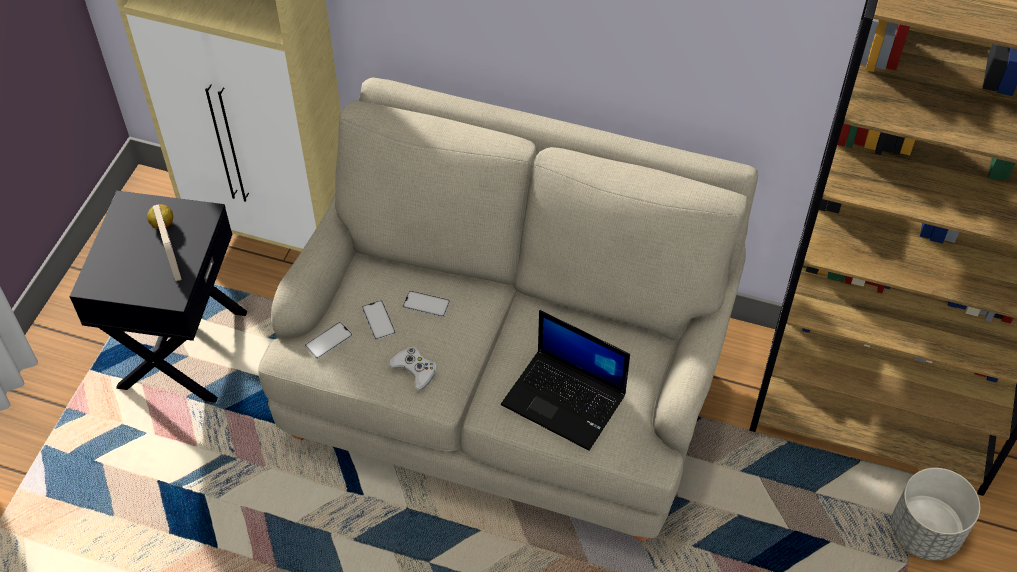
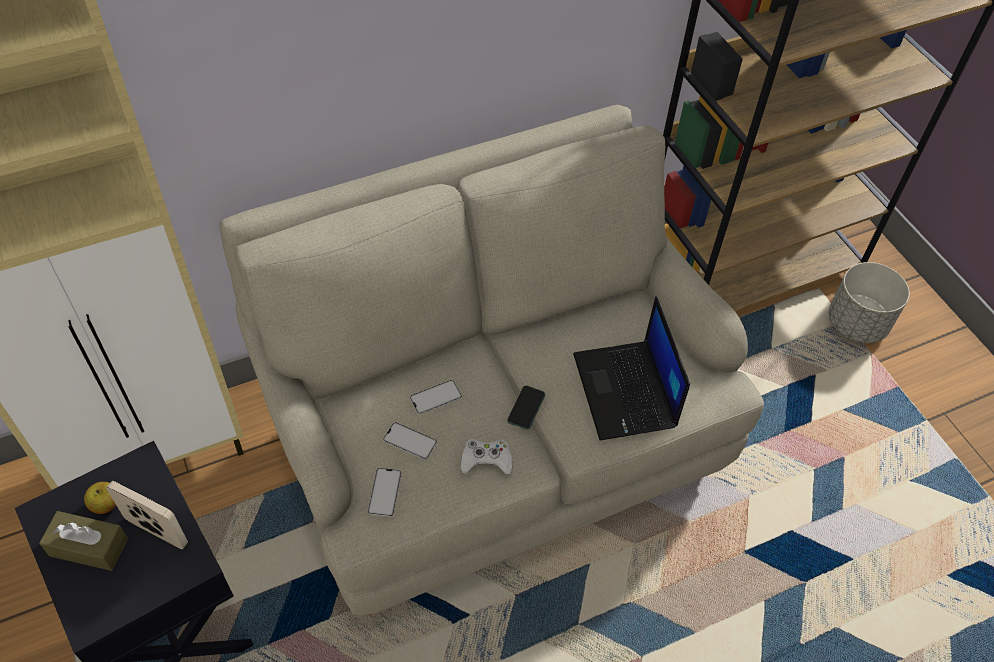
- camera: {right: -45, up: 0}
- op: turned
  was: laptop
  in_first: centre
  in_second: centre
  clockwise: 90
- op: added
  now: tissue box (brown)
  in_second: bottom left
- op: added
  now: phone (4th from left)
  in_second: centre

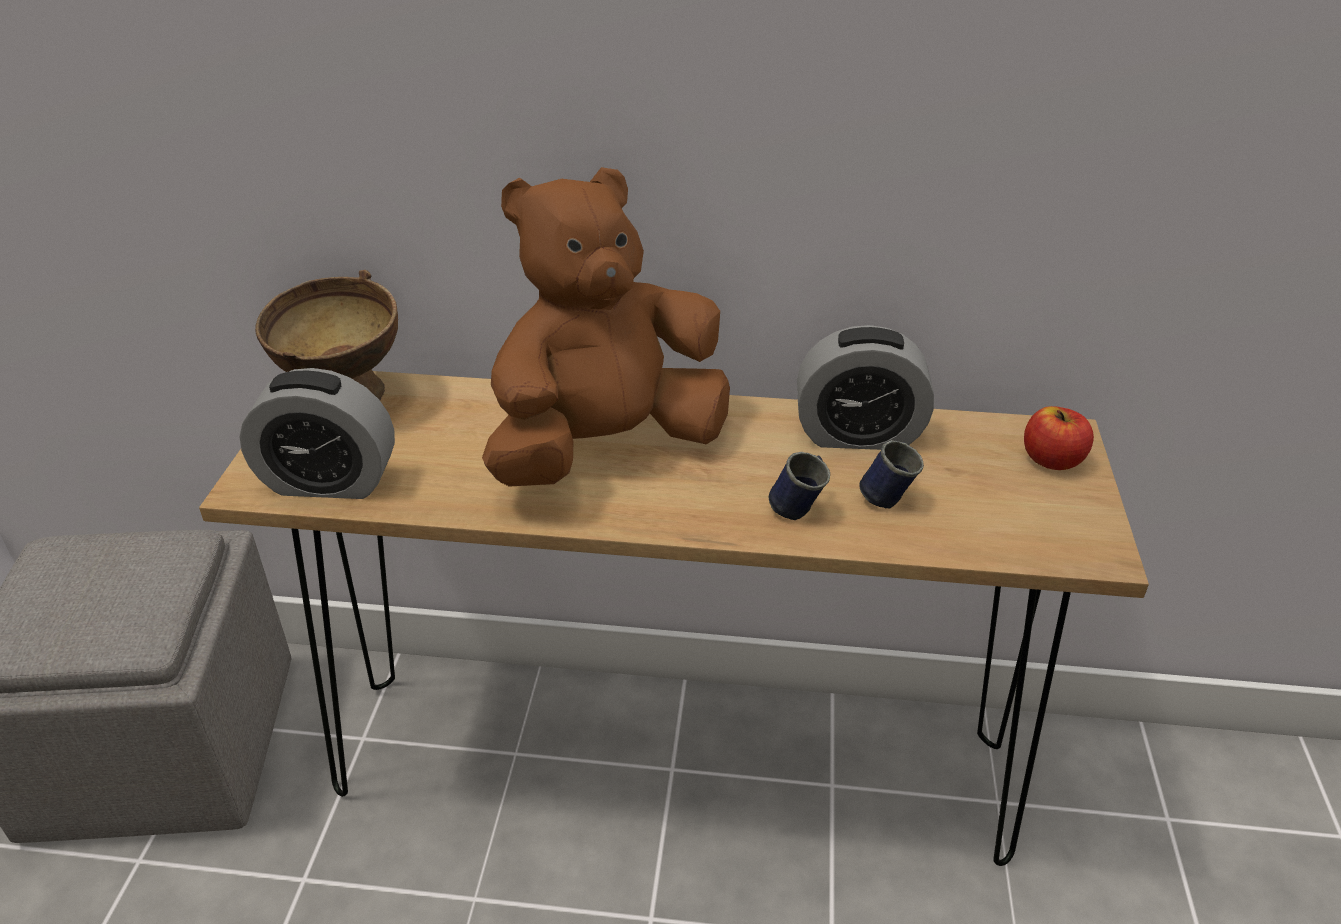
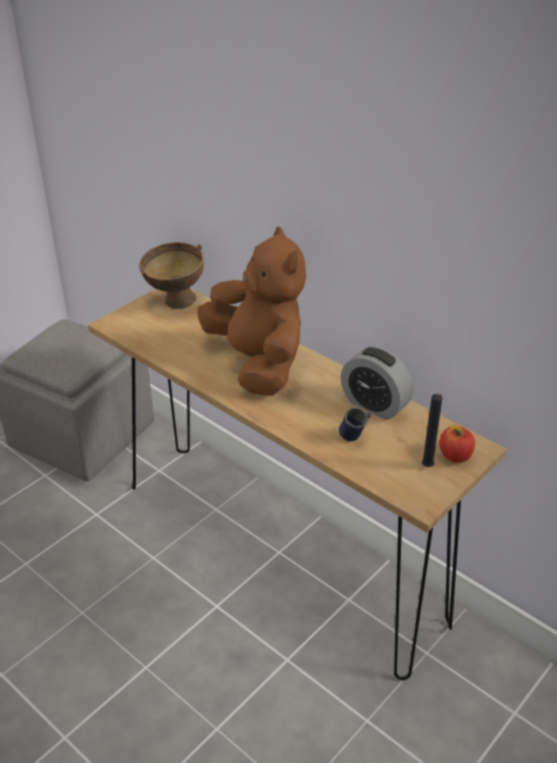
- camera: {right: 35, up: 0}
- op: removed
  was: alarm clock (1st from left)
  in_first: middle left
- op: turned
  was: plush toy (brown)
  in_first: centre
  in_second: centre
  clockwise: 60
- op: removed
  was: mug (blue) (1st from left)
  in_first: centre
- op: added
  now: candle (black)
  in_second: middle right

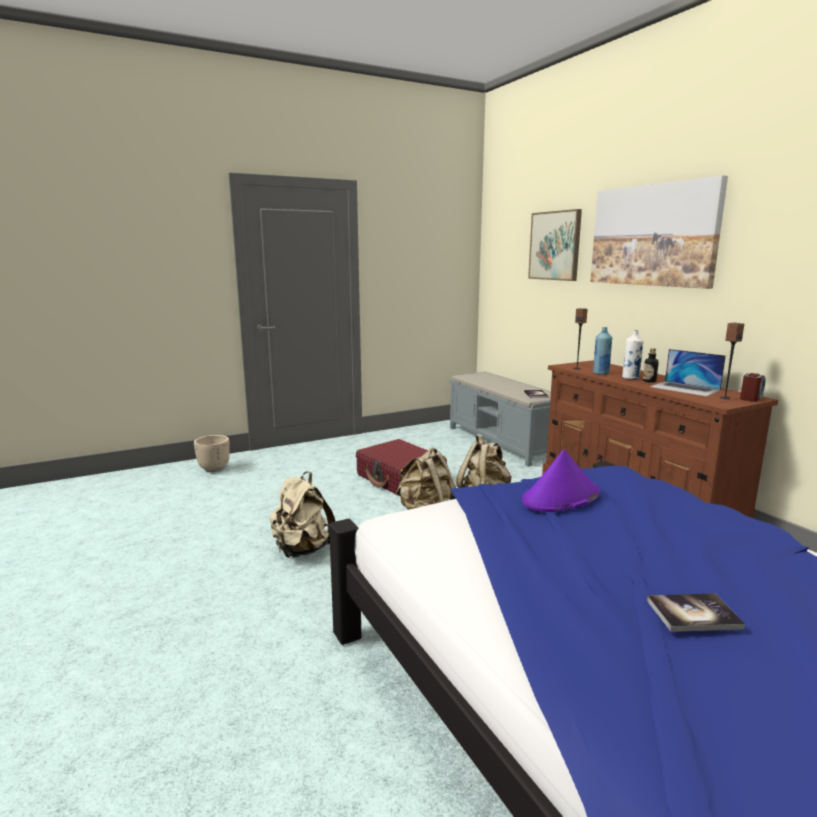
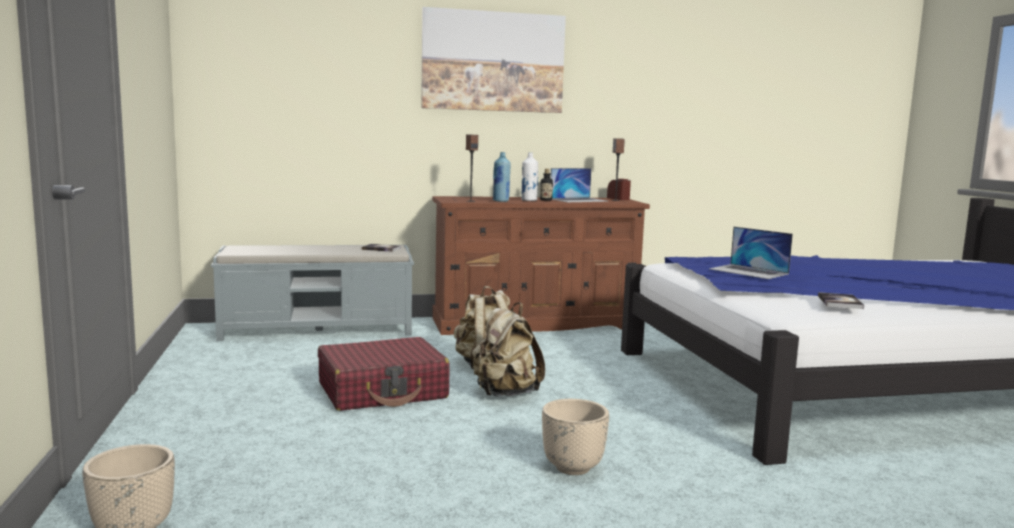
- camera: {right: -75, up: -5}
- op: replaced
  was: backpack (beige) (1st from left)
  now: planter (beige) (2nd from left)
  in_first: centre
  in_second: bottom centre
- op: replaced
  was: hat (purple)
  now: laptop (2nd from left)
  in_first: middle right
  in_second: middle right
- op: removed
  was: picture (1st from left)
  in_first: top right
- op: moved
  was: book (2nd from left)
  in_first: bottom right
  in_second: middle right

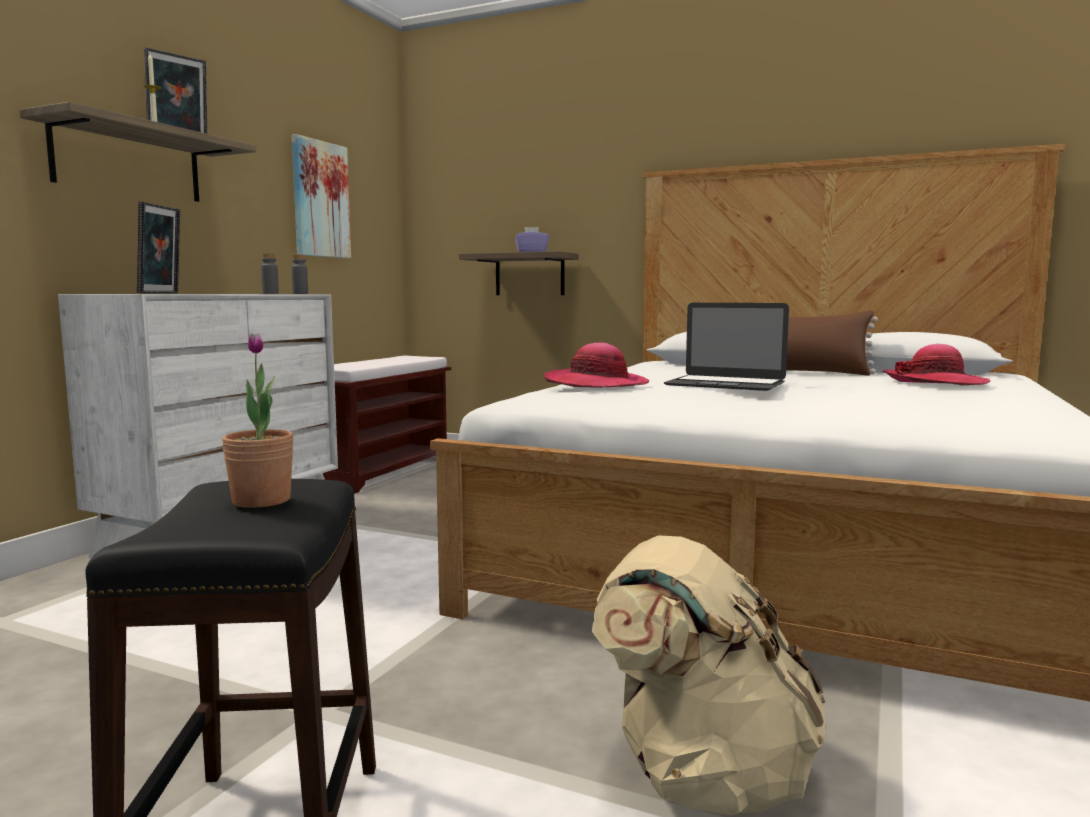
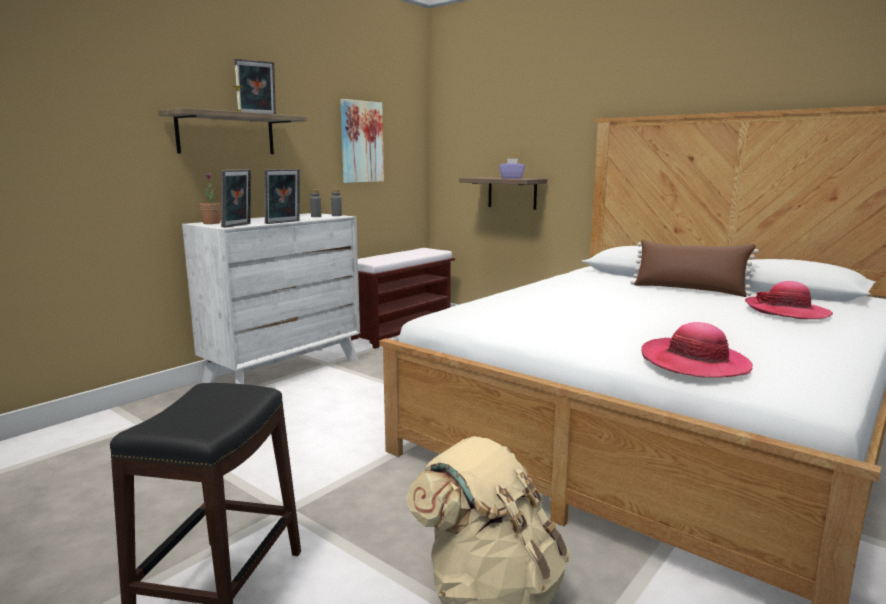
- camera: {right: 15, up: 5}
- op: moved
  was: potted plant
  in_first: middle left
  in_second: top left
- op: moved
  was: hat (1st from left)
  in_first: centre
  in_second: middle right
- op: removed
  was: laptop
  in_first: centre
- op: added
  now: picture frame (3rd from left)
  in_second: top left

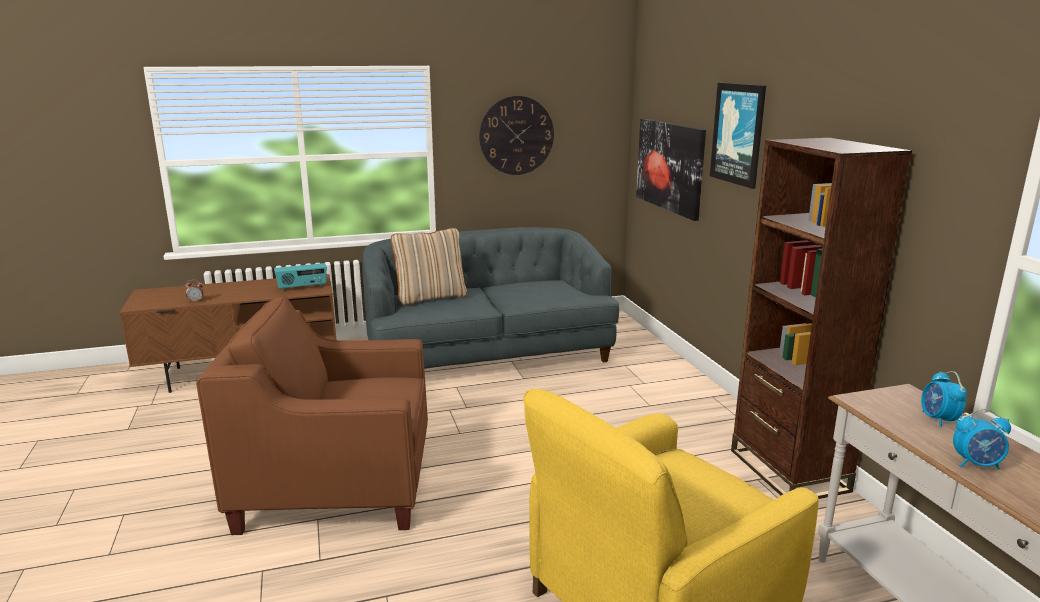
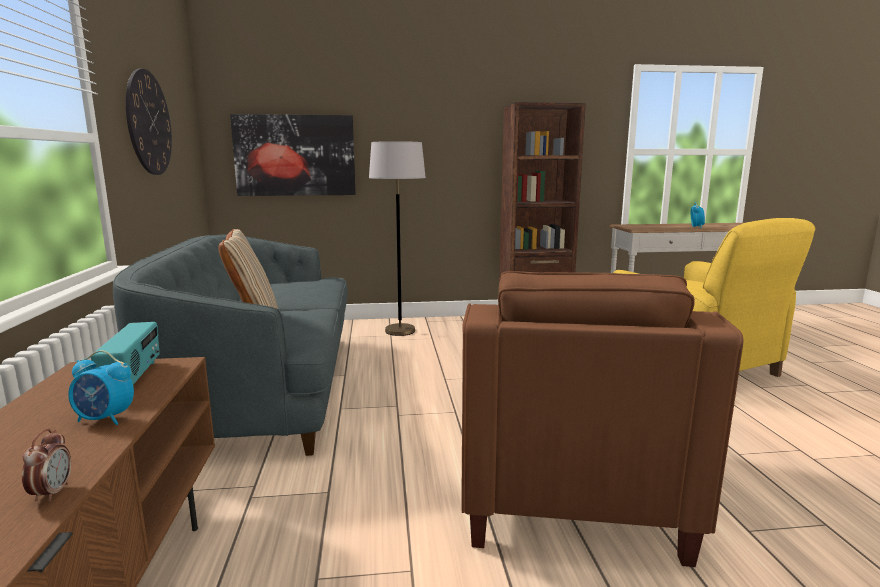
- camera: {right: -80, up: -5}
- op: removed
  was: picture (2nd from left)
  in_first: top right
- op: moved
  was: alarm clock (2nd from left)
  in_first: middle right
  in_second: middle left
- op: added
  now: floor lamp (grey)
  in_second: centre

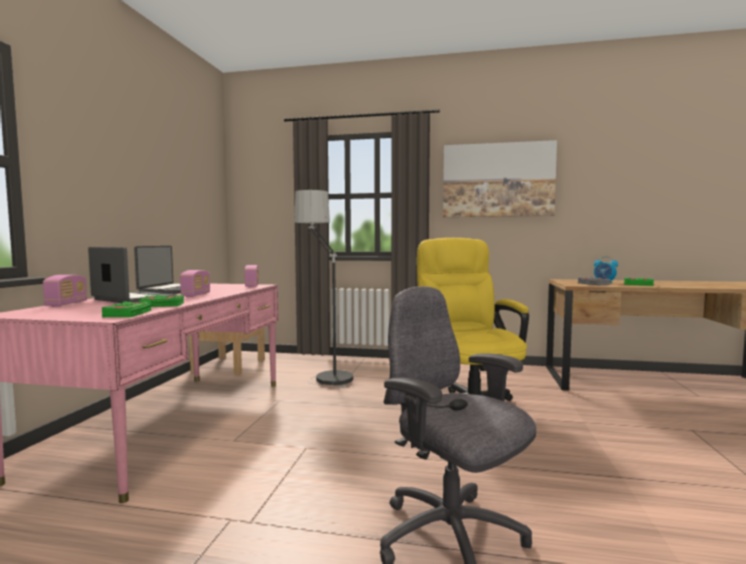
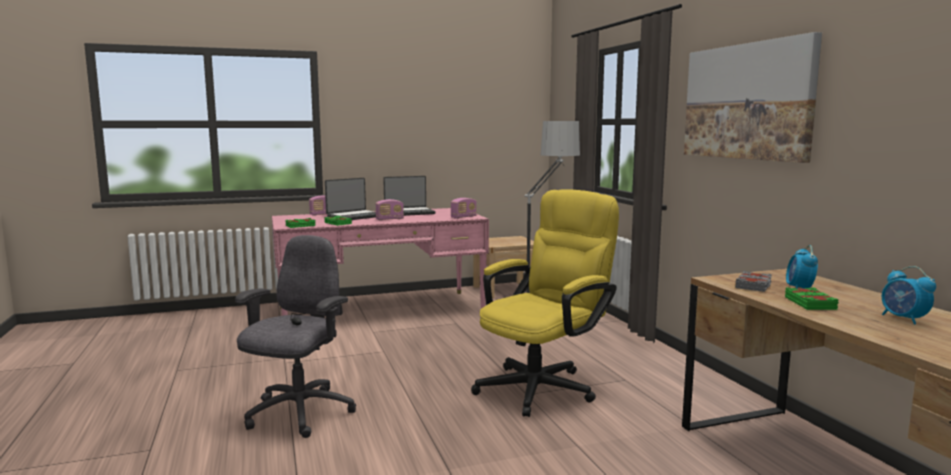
- camera: {right: 60, up: 5}
- op: turned
  was: laptop (1st from left)
  in_first: middle left
  in_second: centre
  clockwise: 45
- op: added
  now: alarm clock (2nd from left)
  in_second: middle right

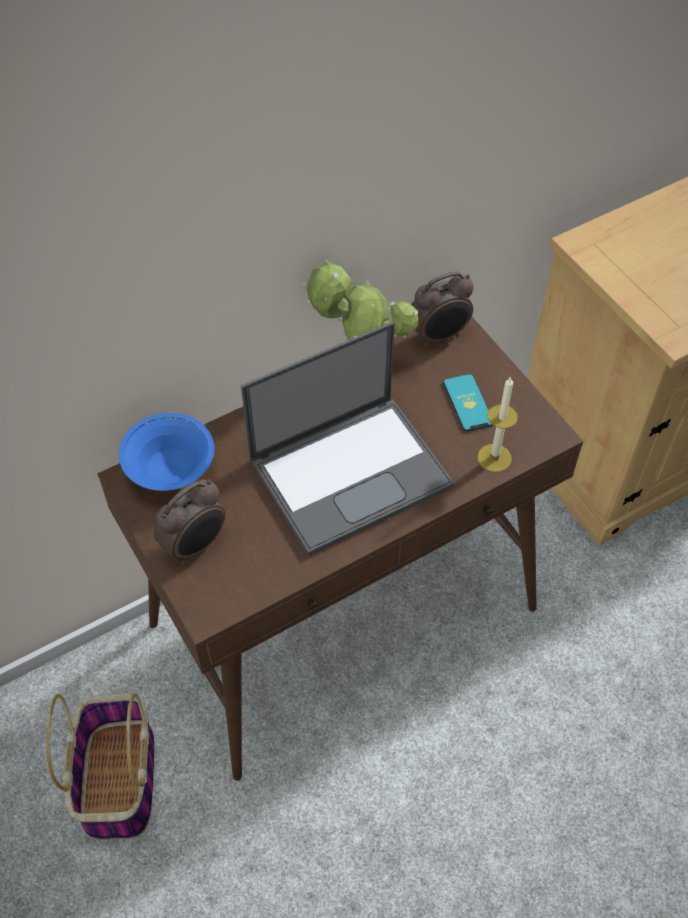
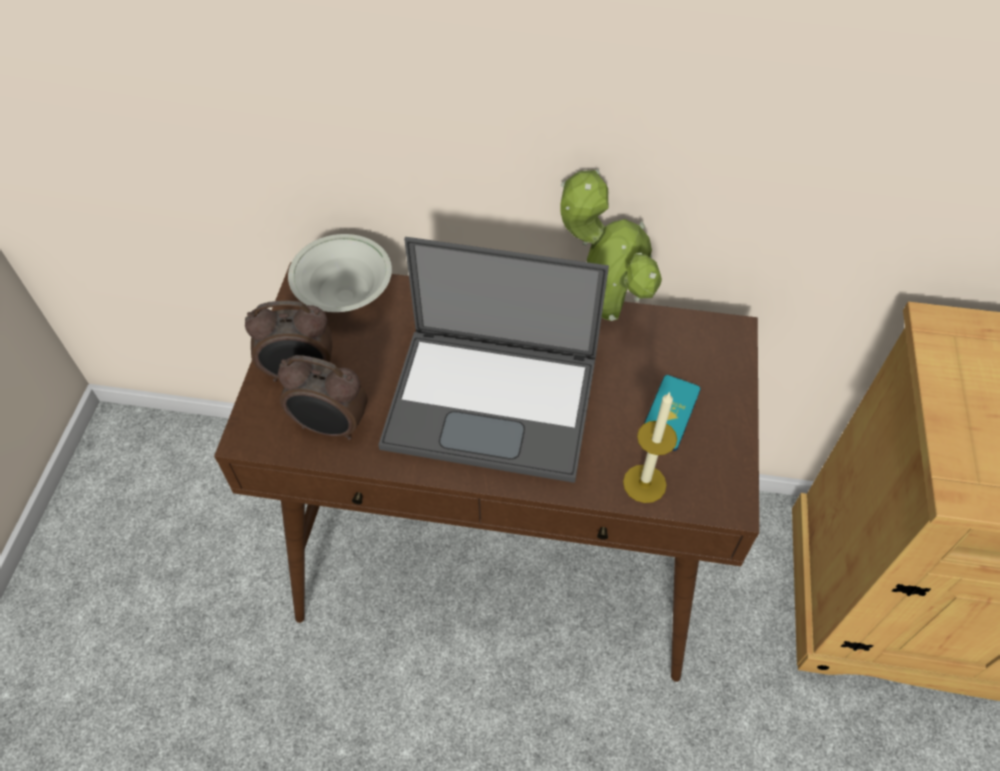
- camera: {right: 40, up: 0}
- op: removed
  was: basket
  in_first: bottom left
- op: recoloured
  was: bowl (blue)
  now: bowl (white)
  in_first: middle left
  in_second: centre
- op: moved
  was: alarm clock (2nd from left)
  in_first: centre
  in_second: middle left

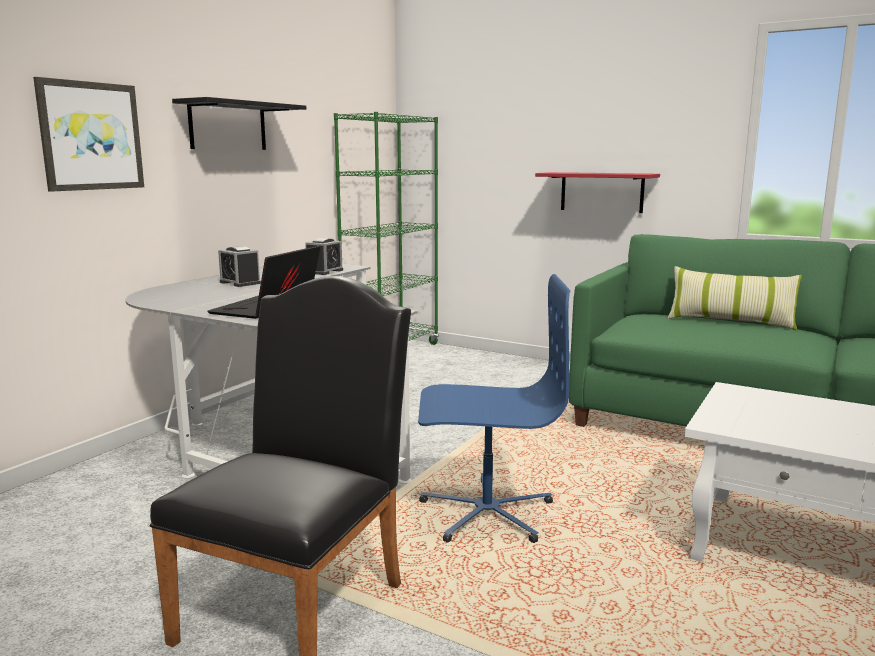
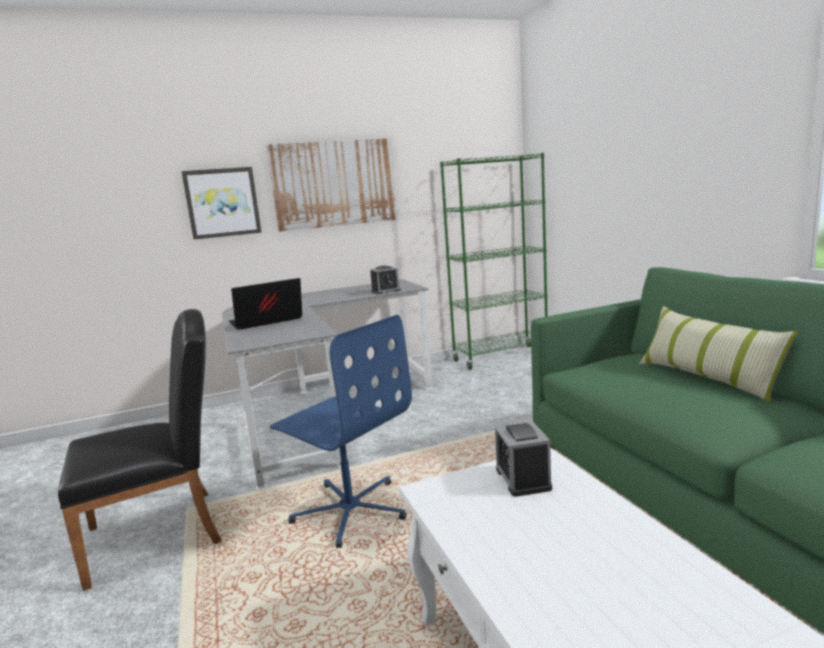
- camera: {right: 40, up: 0}
- op: replaced
  was: shelf (black)
  now: picture (2nd from left)
  in_first: top left
  in_second: top centre
- op: moved
  was: alarm clock (1st from left in the first image)
  now: alarm clock (2nd from left)
  in_first: middle left
  in_second: bottom centre
- op: removed
  was: shelf (red)
  in_first: top right

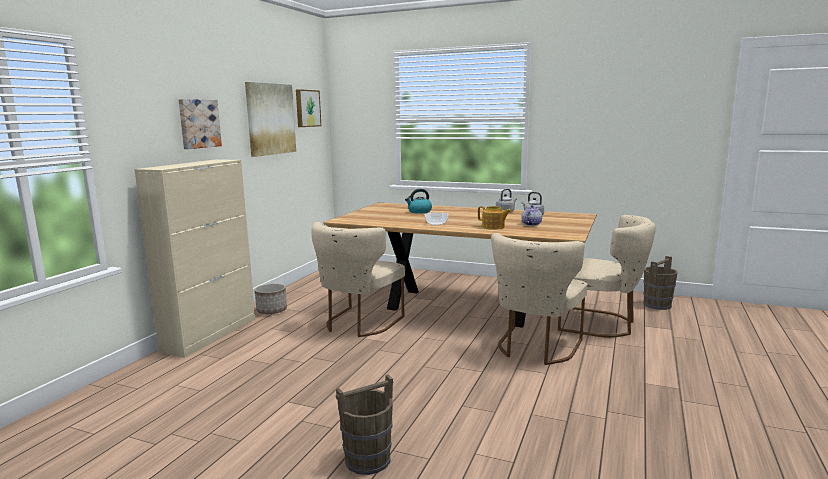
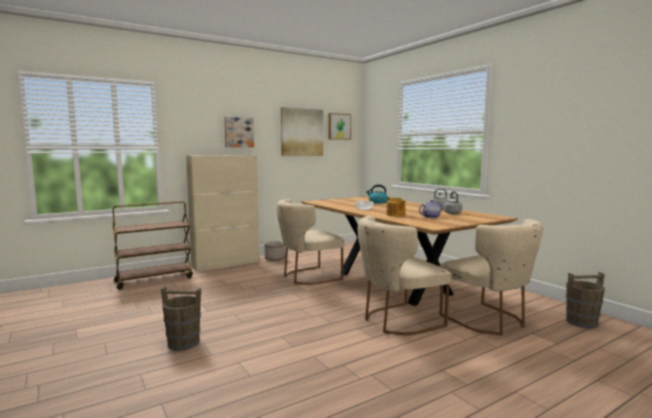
- camera: {right: 35, up: -5}
- op: added
  now: cart (brown)
  in_second: middle left

